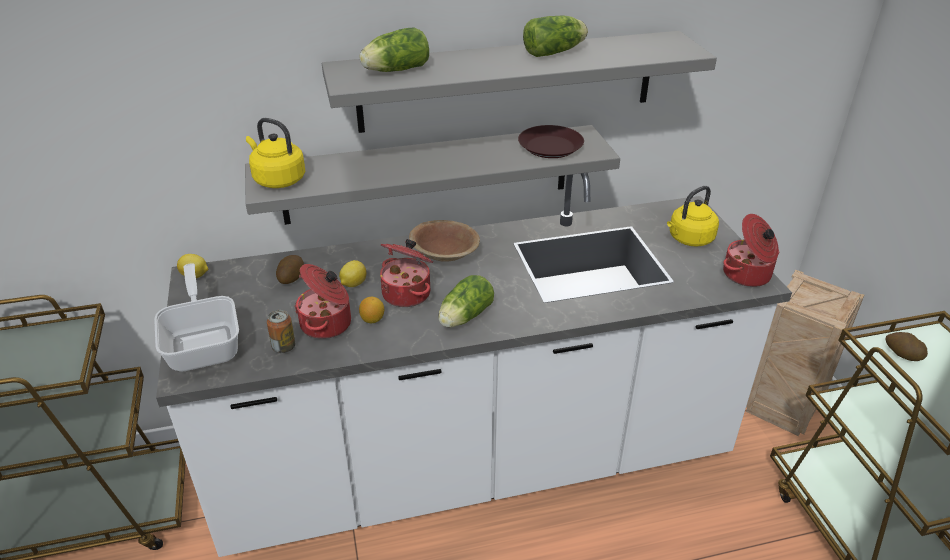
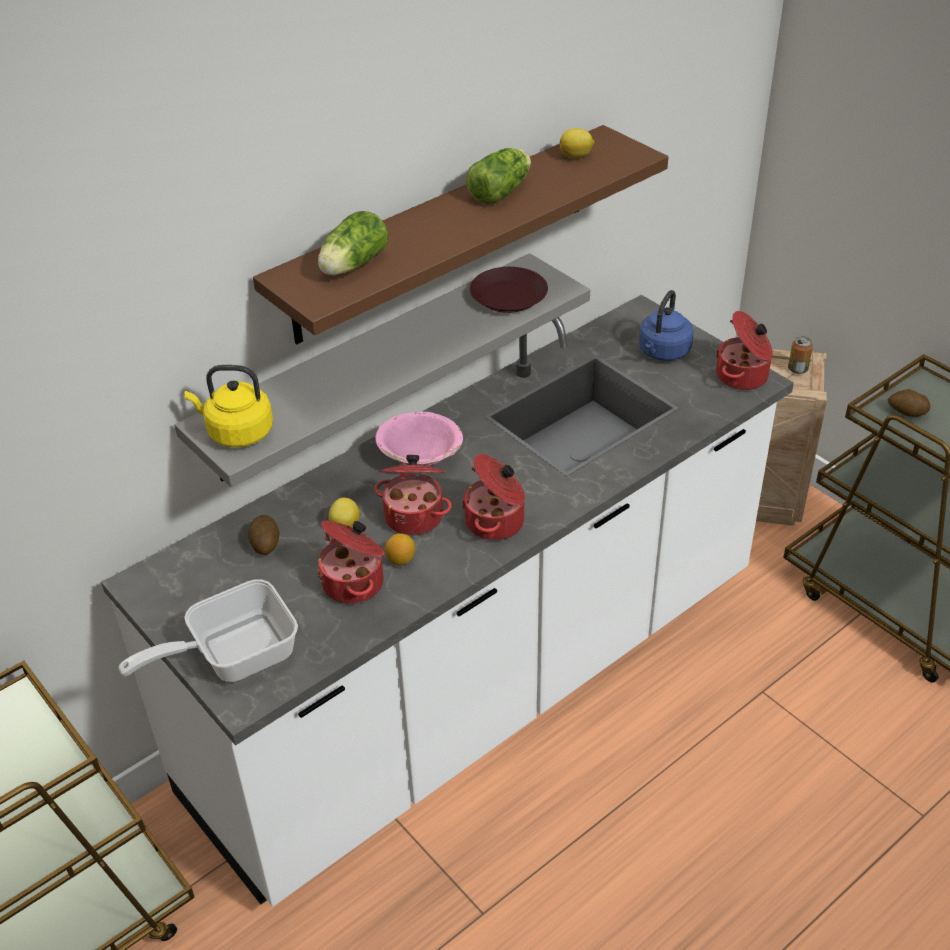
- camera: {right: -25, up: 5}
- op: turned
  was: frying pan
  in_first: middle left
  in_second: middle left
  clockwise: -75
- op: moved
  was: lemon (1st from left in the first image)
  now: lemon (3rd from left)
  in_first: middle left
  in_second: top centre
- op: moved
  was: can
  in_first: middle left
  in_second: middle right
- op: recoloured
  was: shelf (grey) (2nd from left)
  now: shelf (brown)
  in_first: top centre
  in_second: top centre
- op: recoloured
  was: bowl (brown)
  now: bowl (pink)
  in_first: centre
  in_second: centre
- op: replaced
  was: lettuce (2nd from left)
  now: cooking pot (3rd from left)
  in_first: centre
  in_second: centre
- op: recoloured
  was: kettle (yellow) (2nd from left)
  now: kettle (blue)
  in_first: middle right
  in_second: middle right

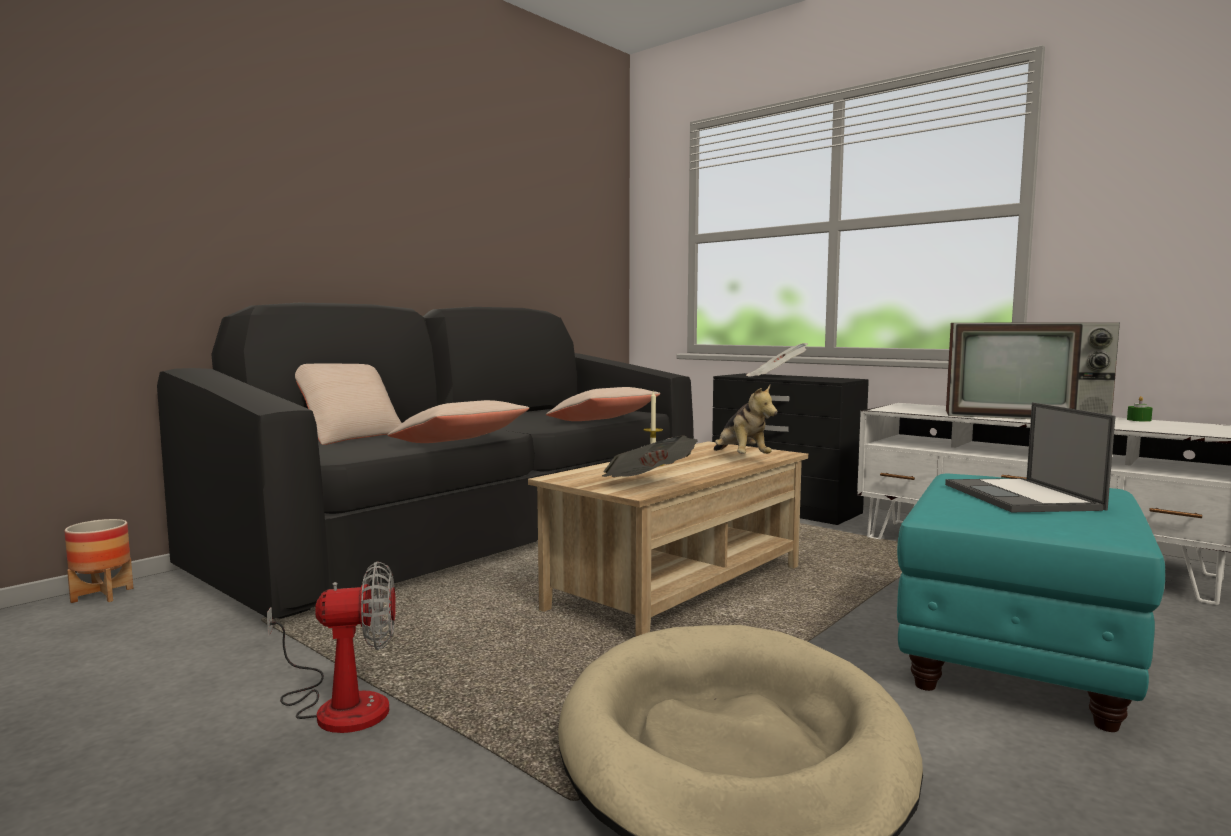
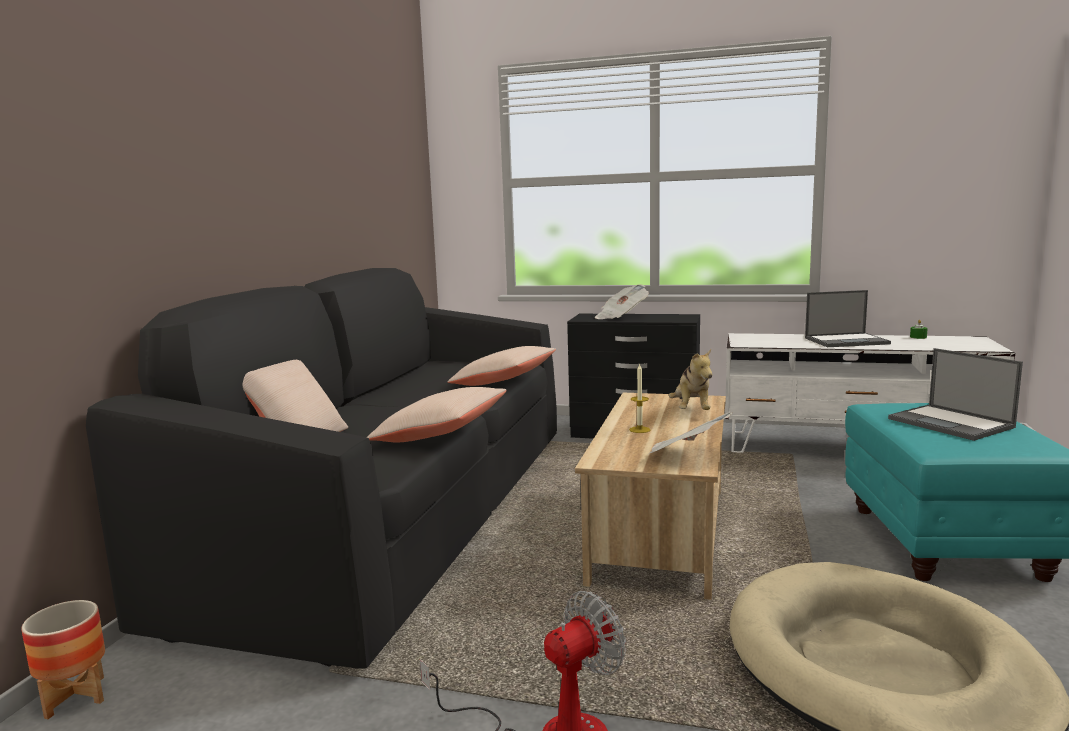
- camera: {right: -25, up: 5}
- op: turned
  was: plush toy
  in_first: centre
  in_second: centre
  clockwise: 45
- op: replaced
  was: television
  now: laptop (1st from left)
  in_first: middle right
  in_second: middle right

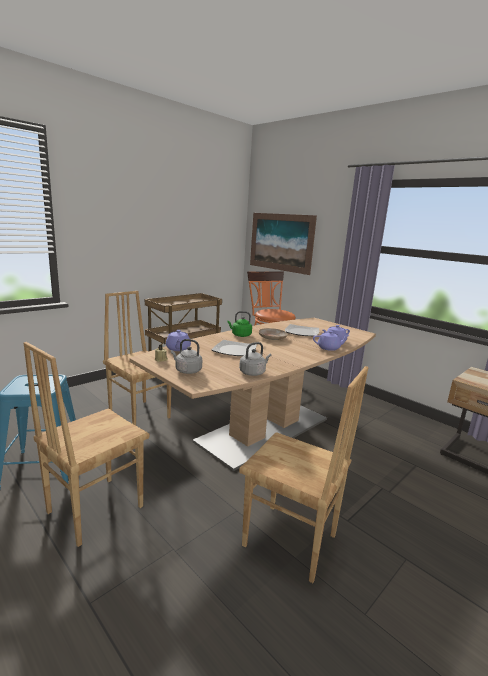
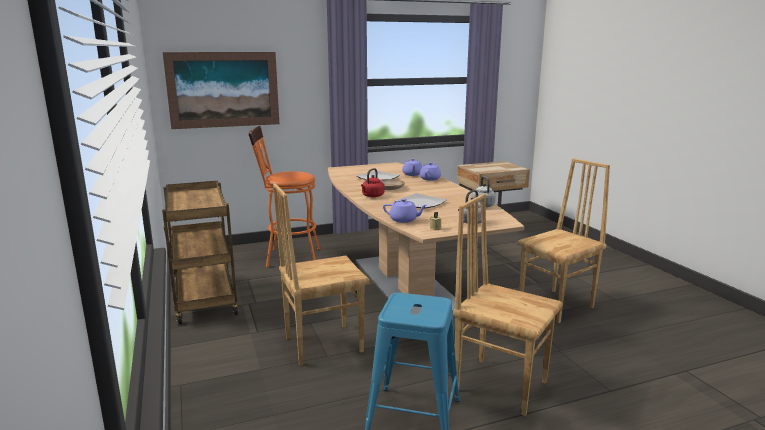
- camera: {right: -65, up: 0}
- op: turned
  was: chair (brown) (1st from left in the first image)
  in_first: middle left
  in_second: bottom centre
  clockwise: 150
- op: recoloured
  was: kettle (green)
  now: kettle (red)
  in_first: centre
  in_second: centre

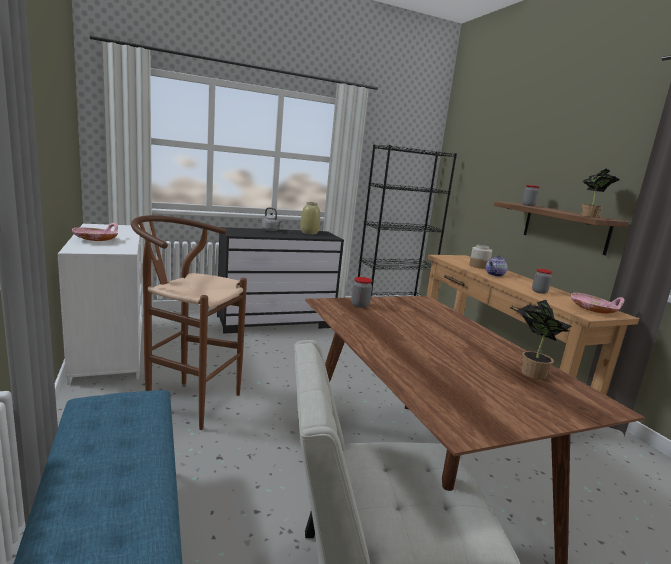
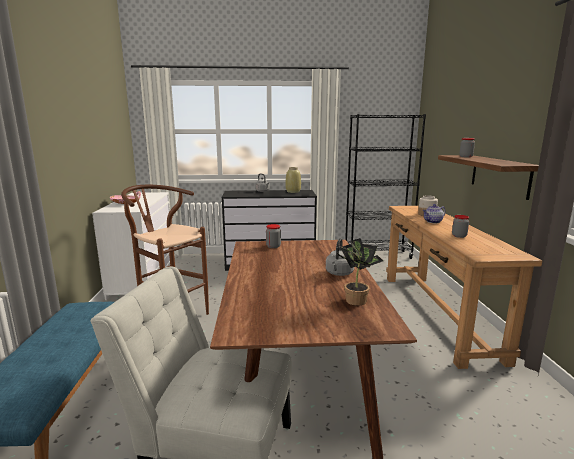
- camera: {right: 20, up: 0}
- op: removed
  was: bowl (pink) (2nd from left)
  in_first: middle right
- op: removed
  was: potted plant (2nd from left)
  in_first: middle right
- op: added
  now: kettle (grey) (2nd from left)
  in_second: centre

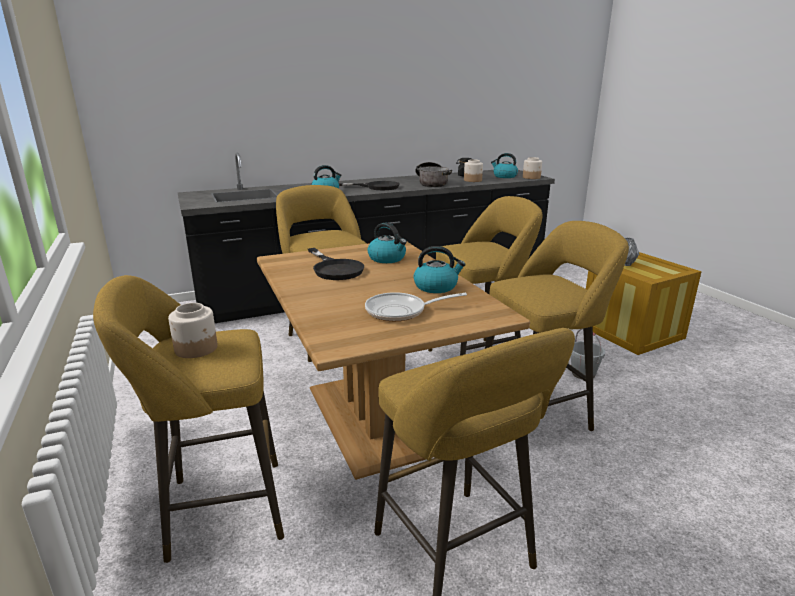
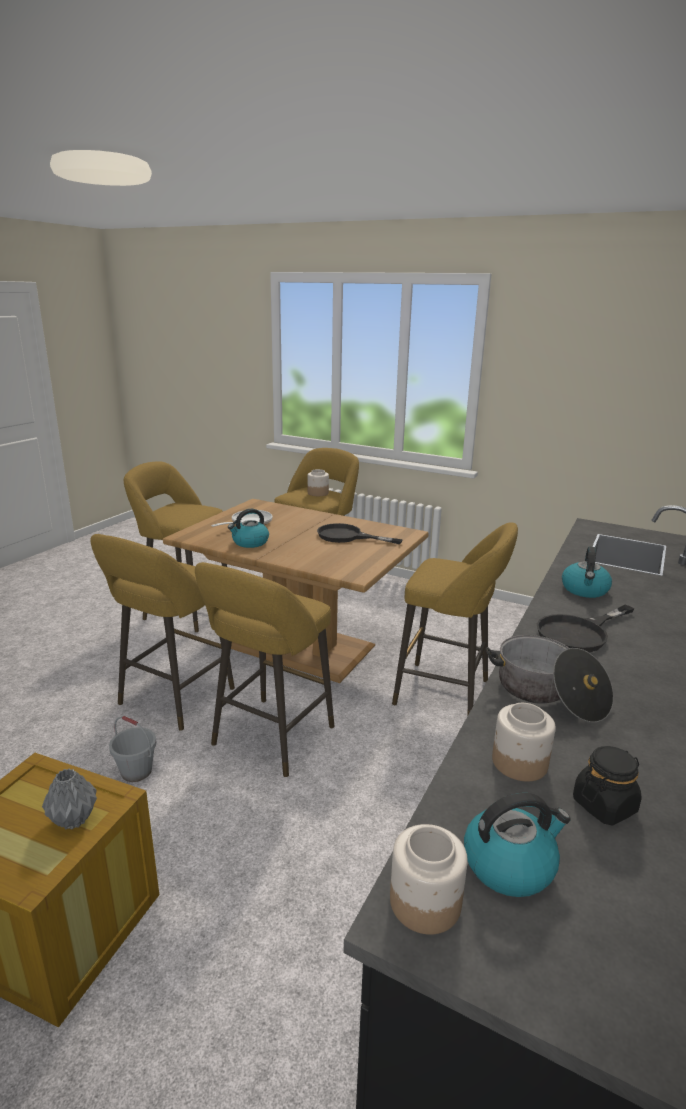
- camera: {right: 140, up: 0}
- op: removed
  was: kettle (2nd from left)
  in_first: centre

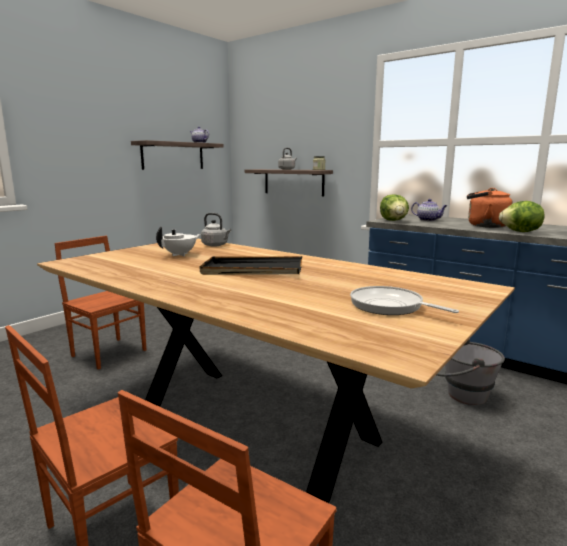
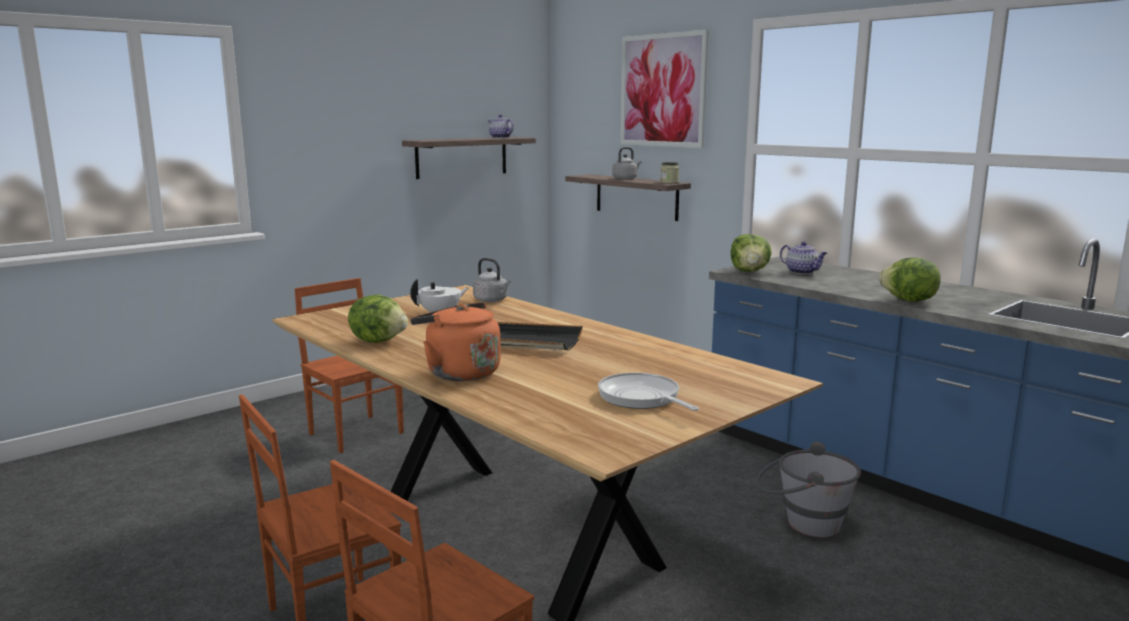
- camera: {right: 10, up: 0}
- op: moved
  was: kettle (orange)
  in_first: middle right
  in_second: centre
- op: added
  now: lettuce (1st from left)
  in_second: centre
- op: added
  now: picture
  in_second: top centre

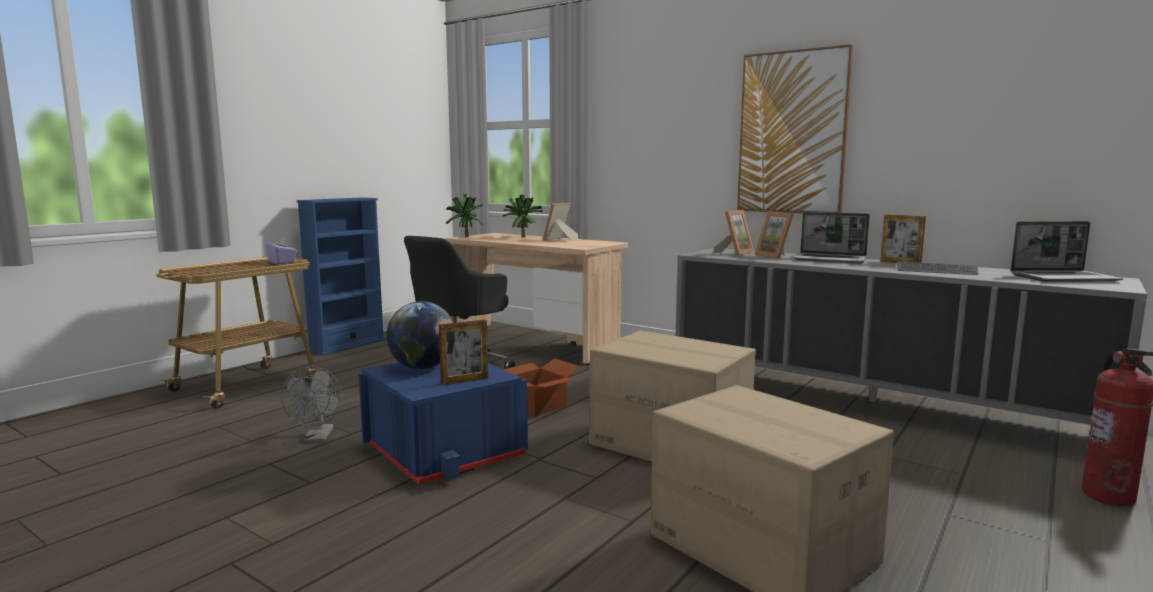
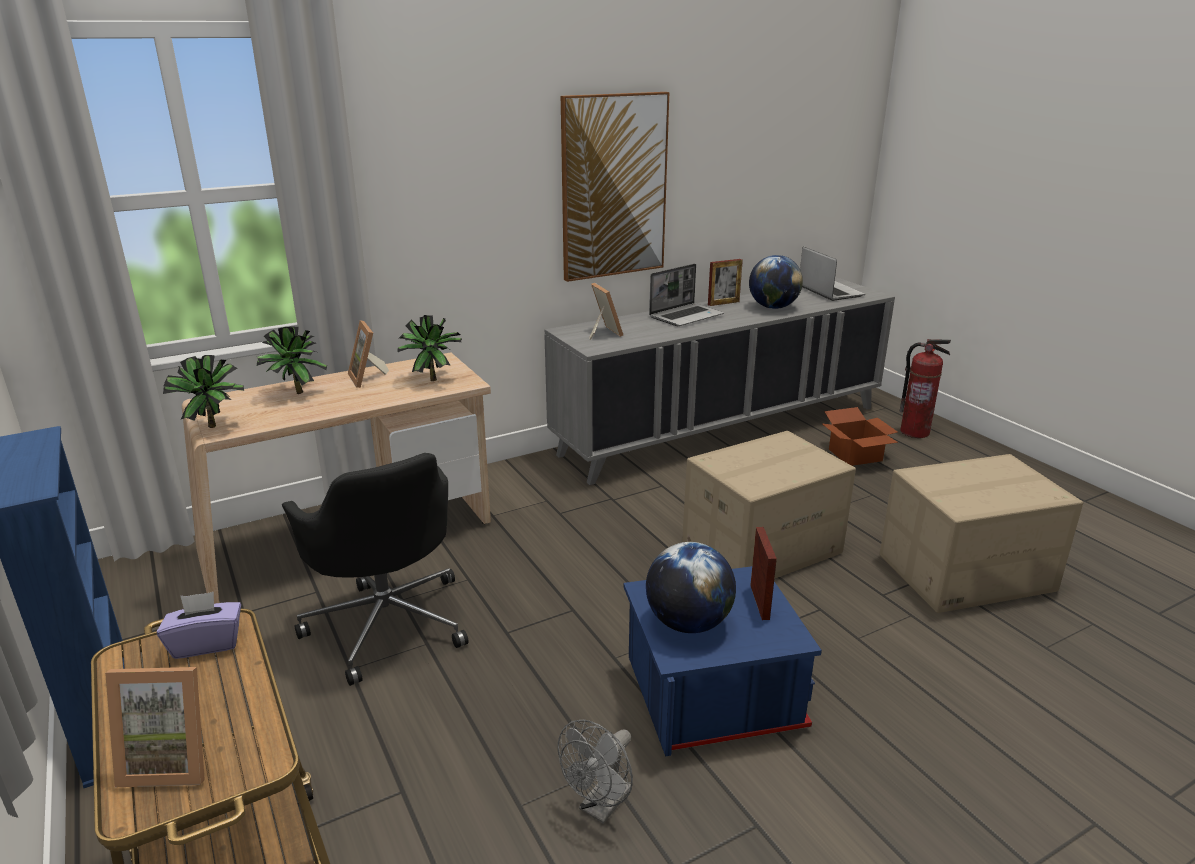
- camera: {right: -65, up: 15}
- op: turned
  was: fan (grey)
  in_first: bottom left
  in_second: bottom centre
  clockwise: 105
- op: moved
  was: cardboard box (1st from left in the first image)
  now: cardboard box (2nd from left)
  in_first: centre
  in_second: middle right
- op: moved
  was: picture frame (4th from left in the first image)
  now: picture frame (1st from left)
  in_first: middle right
  in_second: bottom left
- op: replaced
  was: keyboard
  now: globe (2nd from left)
  in_first: middle right
  in_second: top centre
- op: turned
  was: laptop (2nd from left)
  in_first: middle right
  in_second: top right
  clockwise: -45
- op: added
  now: potted plant (3rd from left)
  in_second: centre

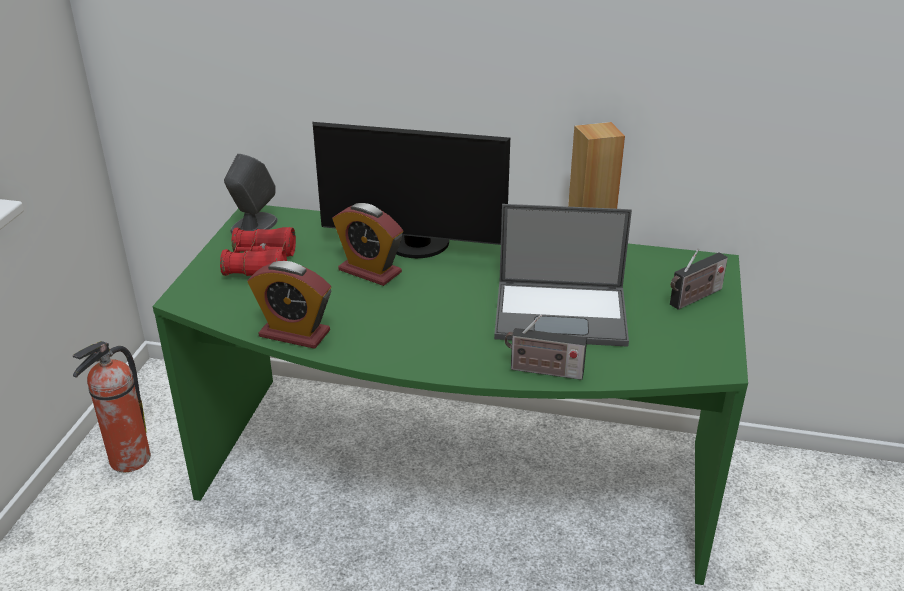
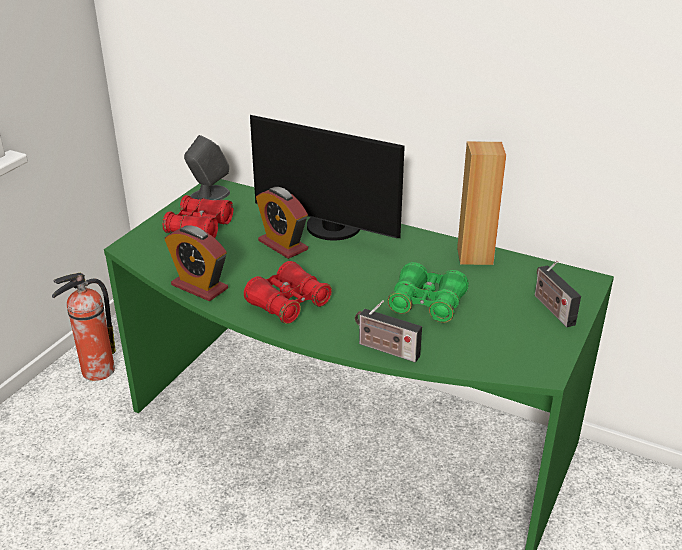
- camera: {right: 15, up: 0}
- op: replaced
  was: laptop
  now: binoculars (green)
  in_first: centre
  in_second: centre
- op: turned
  was: radio (2nd from left)
  in_first: middle right
  in_second: middle right
  clockwise: 90
- op: added
  now: binoculars (red) (2nd from left)
  in_second: centre

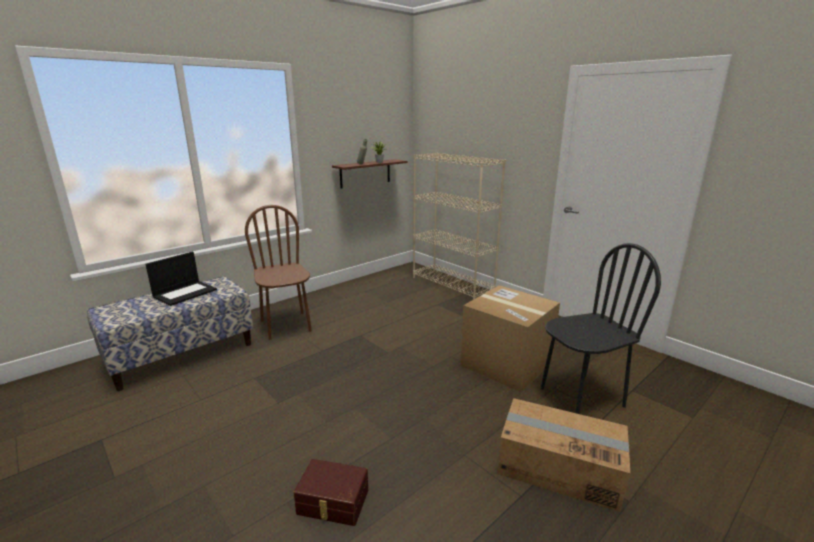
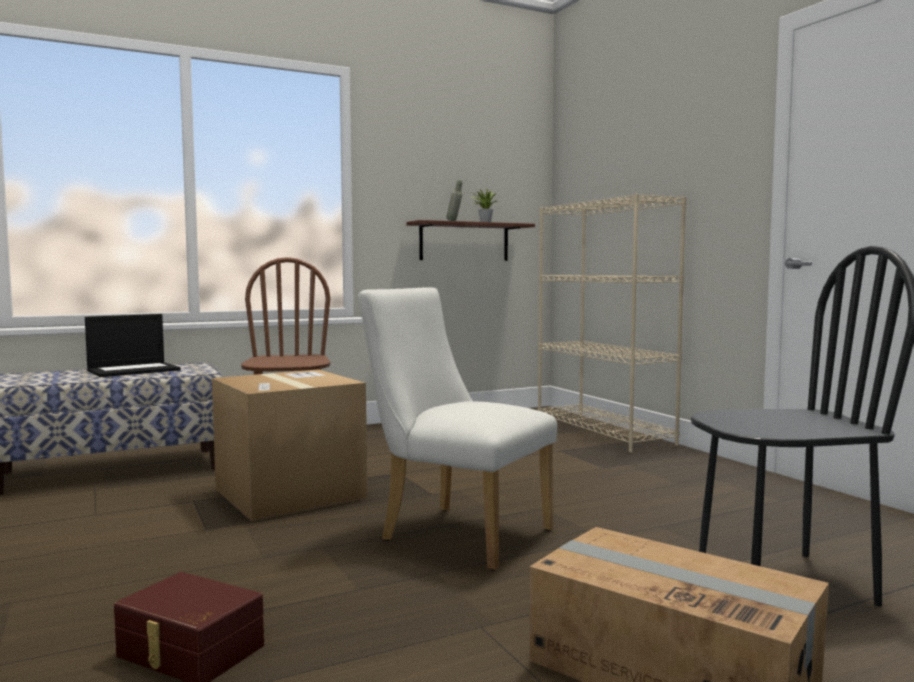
- camera: {right: 15, up: -15}
- op: moved
  was: cardboard box (1st from left)
  in_first: centre
  in_second: middle left
- op: added
  now: chair (white)
  in_second: centre

